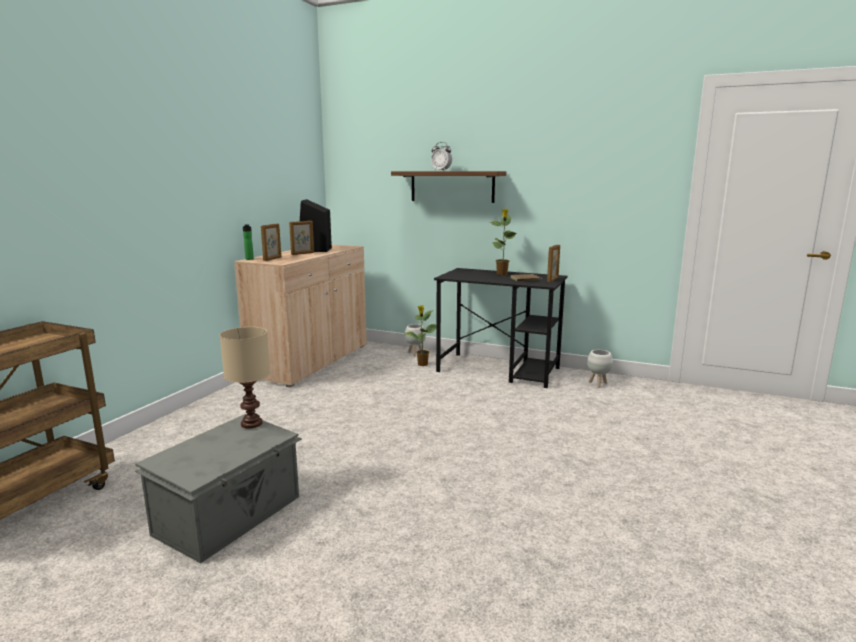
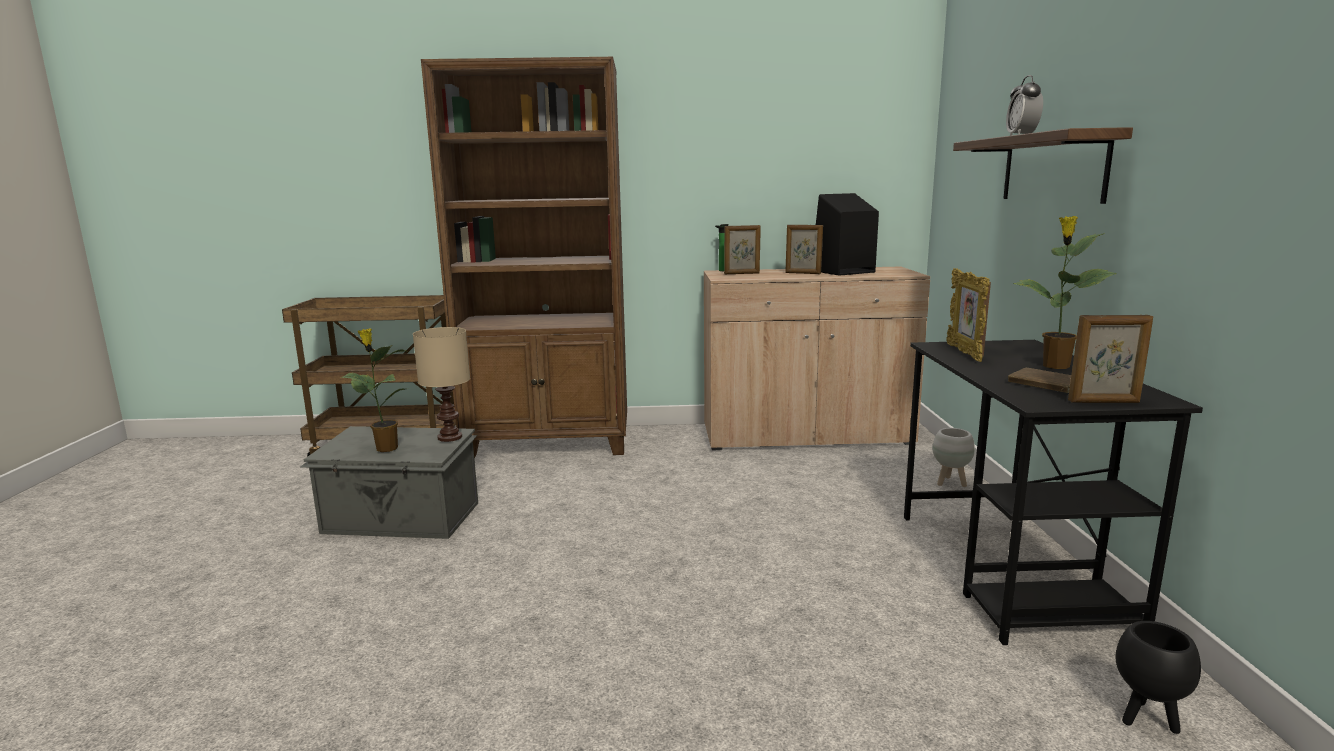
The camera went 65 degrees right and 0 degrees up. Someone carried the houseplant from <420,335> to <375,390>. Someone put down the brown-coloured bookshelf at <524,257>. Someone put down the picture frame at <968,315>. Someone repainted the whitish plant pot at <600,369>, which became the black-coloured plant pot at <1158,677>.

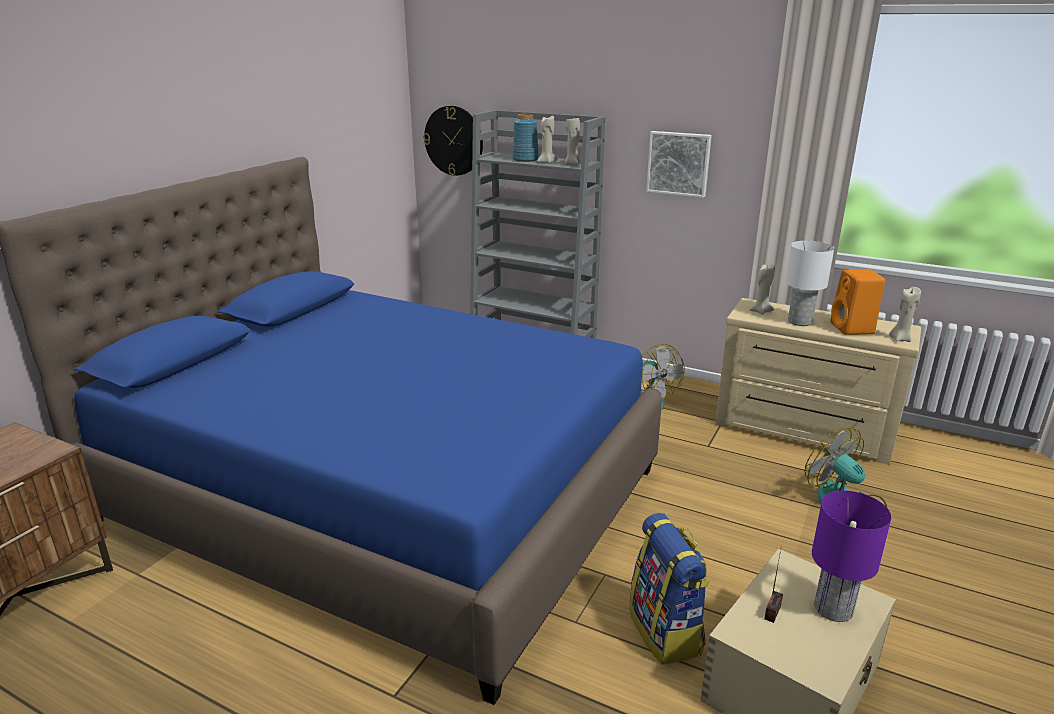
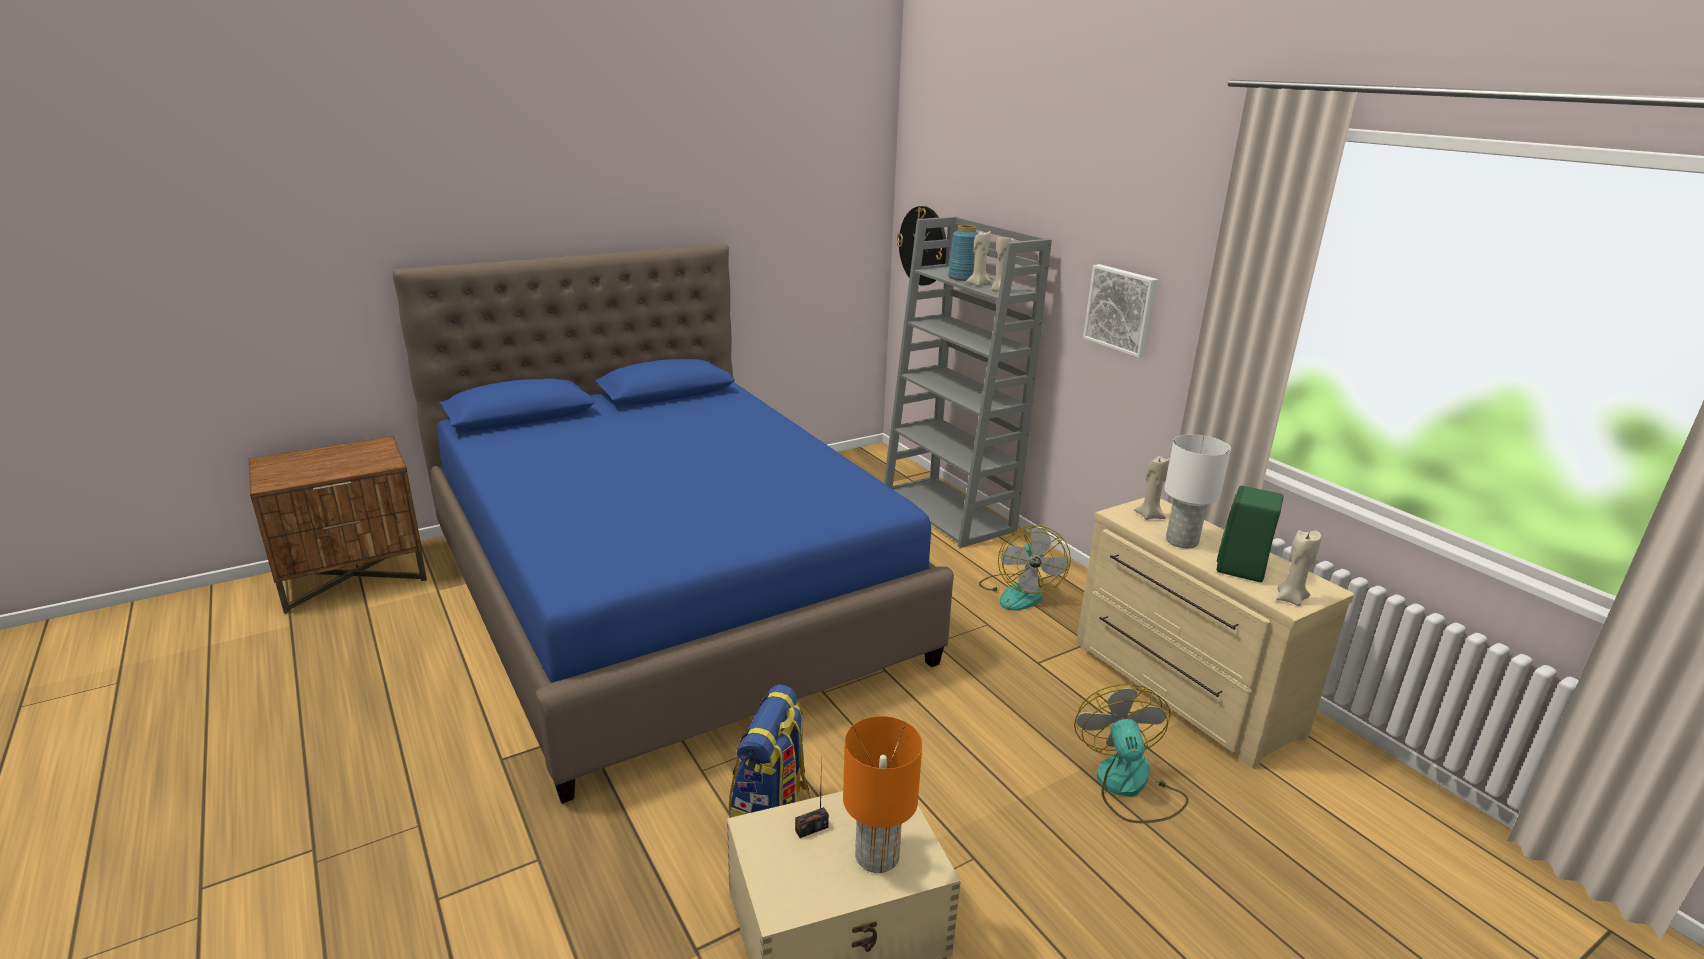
The camera went 30 degrees right and 0 degrees up. Someone repainted the purplish lamp for a table at <851,556>, which became the orangey lamp for a table at <882,794>. Someone repainted the orangey speaker at <857,302>, which became the green-coloured speaker at <1250,534>.

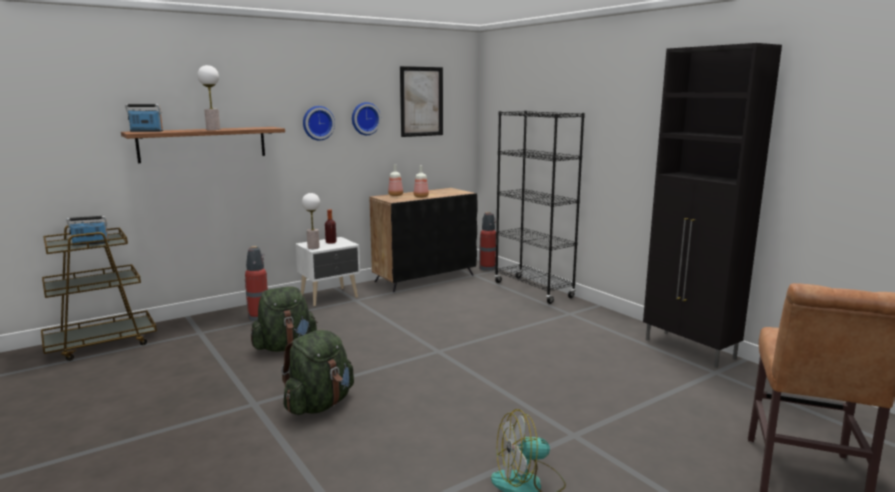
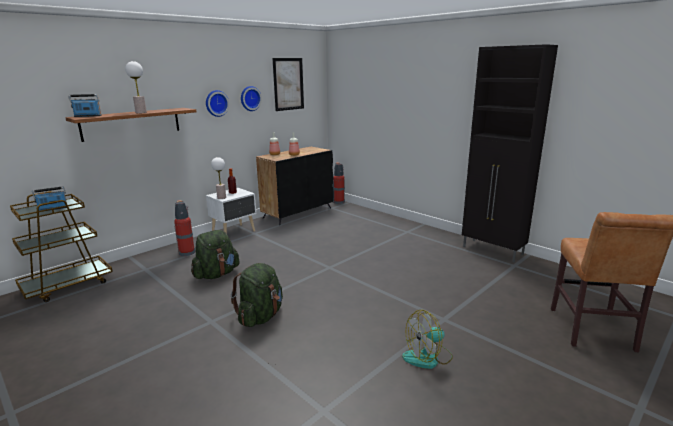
The camera went 10 degrees left and 5 degrees up. Someone took away the black-coloured bookshelf at <540,207>.

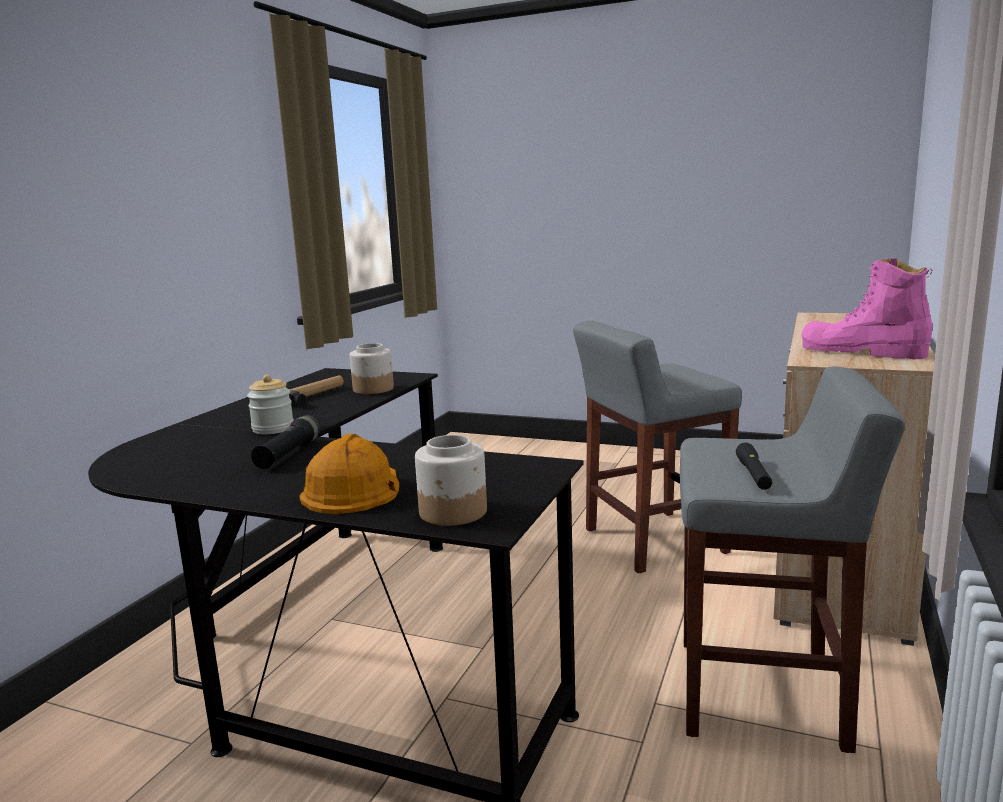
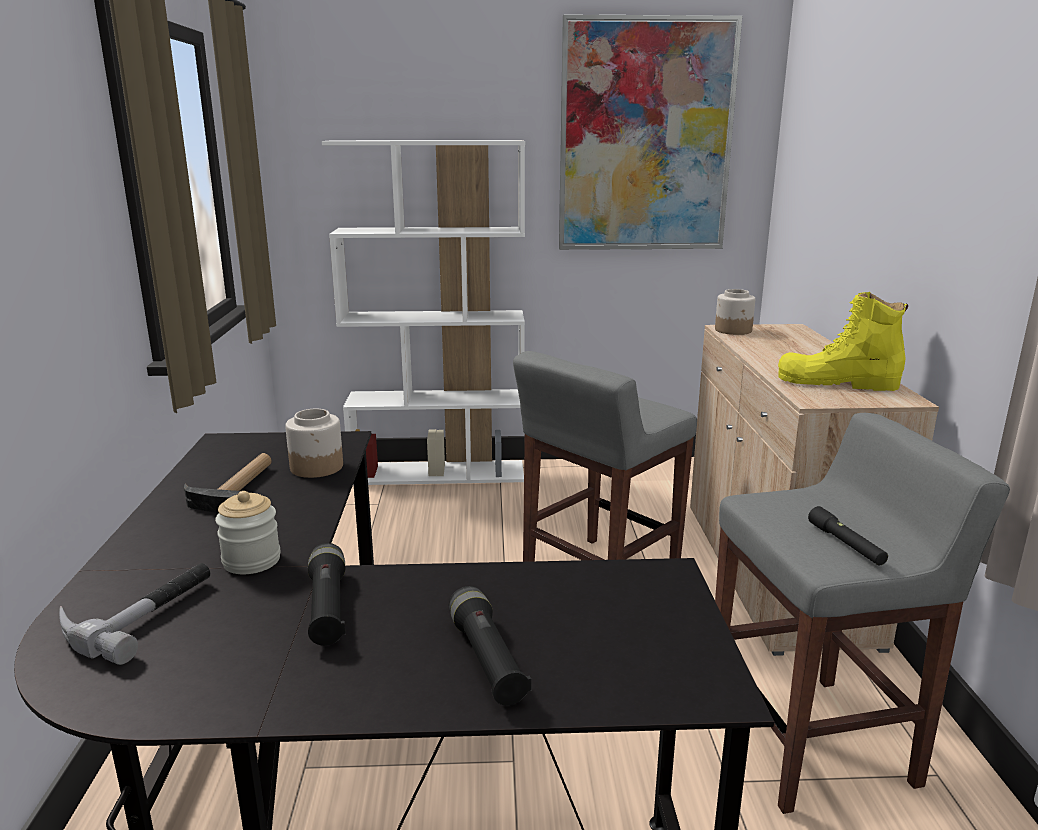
The camera went 25 degrees left and 5 degrees up. Someone put down the hammer at <134,614>. Someone put down the whitish bookshelf at <423,312>. Someone swapped the orangey hard hat at <349,474> for the black-coloured hand torch at <490,645>. Someone put up the picture at <650,132>. Someone carried the jar from <451,480> to <735,312>. Someone repainted the pink tall boot at <867,308>, which became the yellow tall boot at <843,341>.

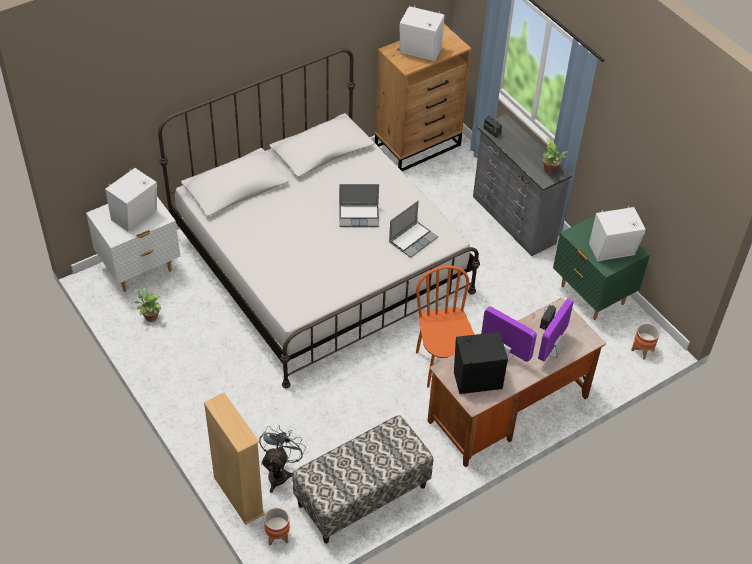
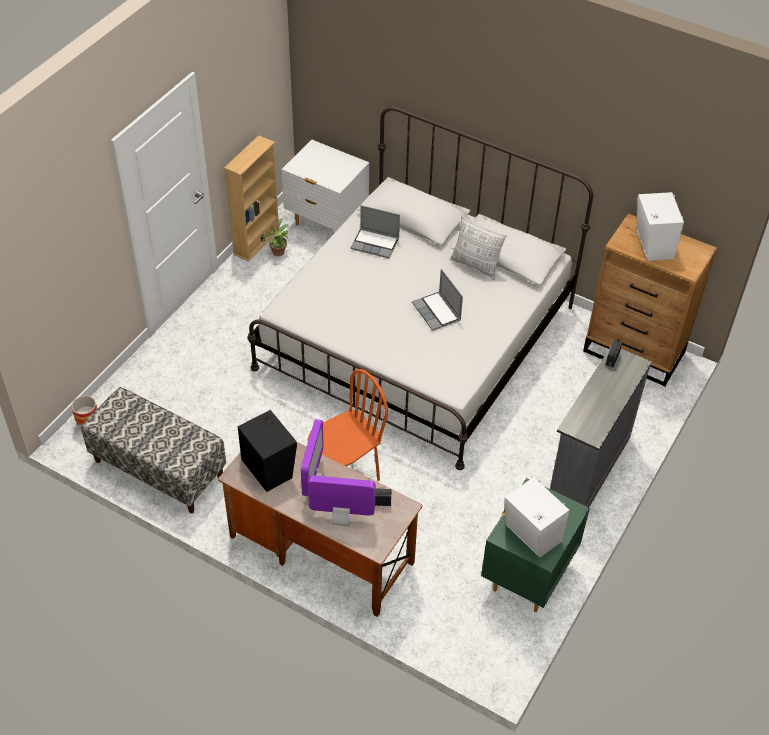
The camera went 65 degrees right and 0 degrees up. Someone carried the beige bookshelf from <234,459> to <251,198>. Someone carried the notebook computer from <413,229> to <375,231>. Someone put down the pillow at <478,247>. Someone took away the whitish speaker at <131,199>. Someone took away the gray electric fan at <282,459>. Someone took away the houseplant at <555,156>. Someone took away the plant pot at <645,341>.

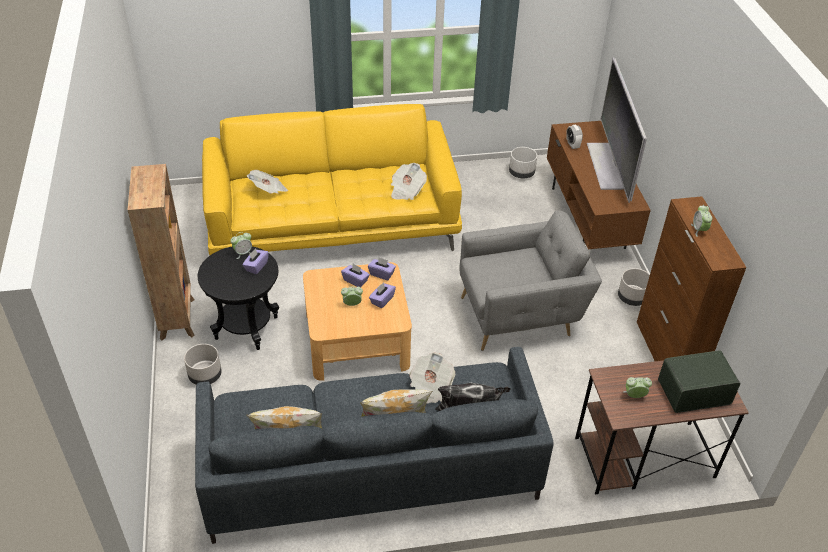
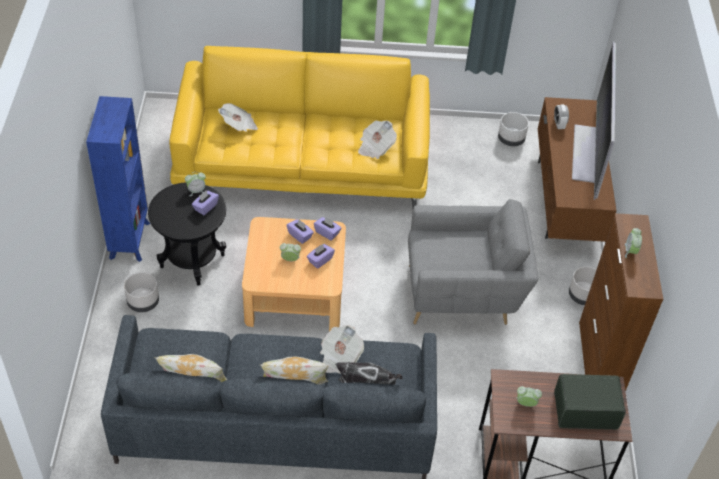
The camera went 10 degrees right and 5 degrees up. Someone repainted the brown-coloured bookshelf at <161,252>, which became the blue bookshelf at <118,179>.

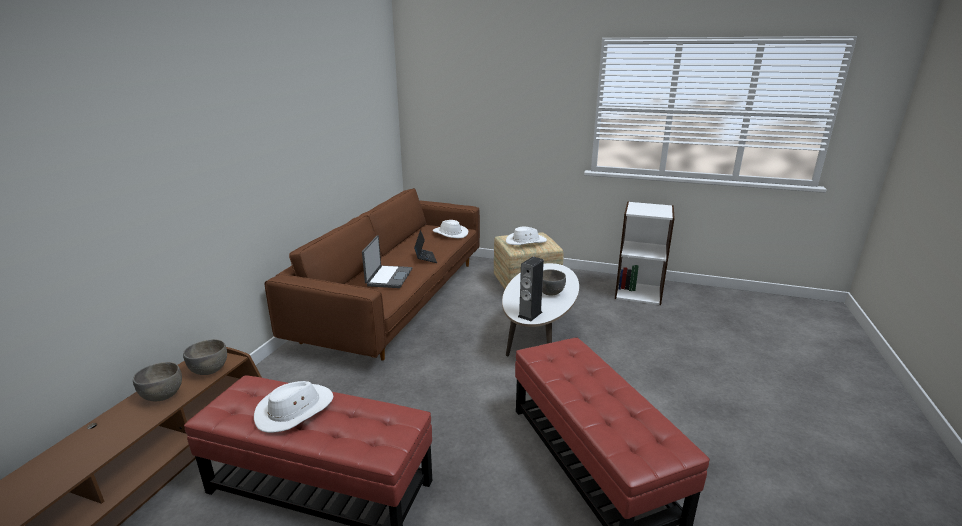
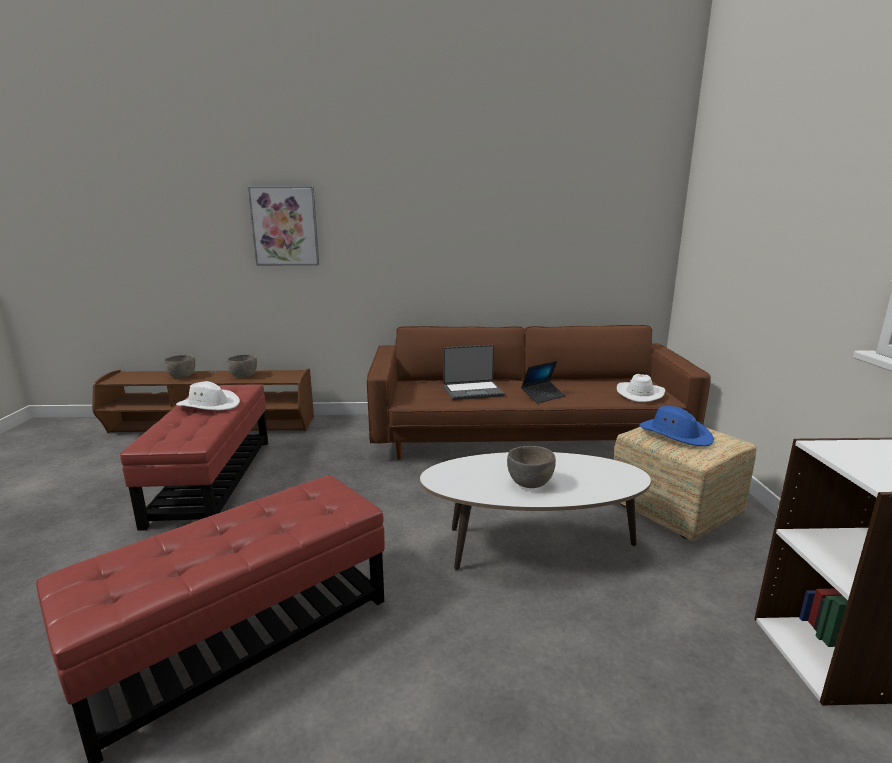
The camera went 70 degrees right and 5 degrees down. Someone carried the gray serving bowl from <205,357> to <179,366>. Someone put up the picture at <283,226>. Someone repainted the whitish clothing hat at <526,236>, which became the blue clothing hat at <677,426>. Someone took away the speaker at <531,289>.

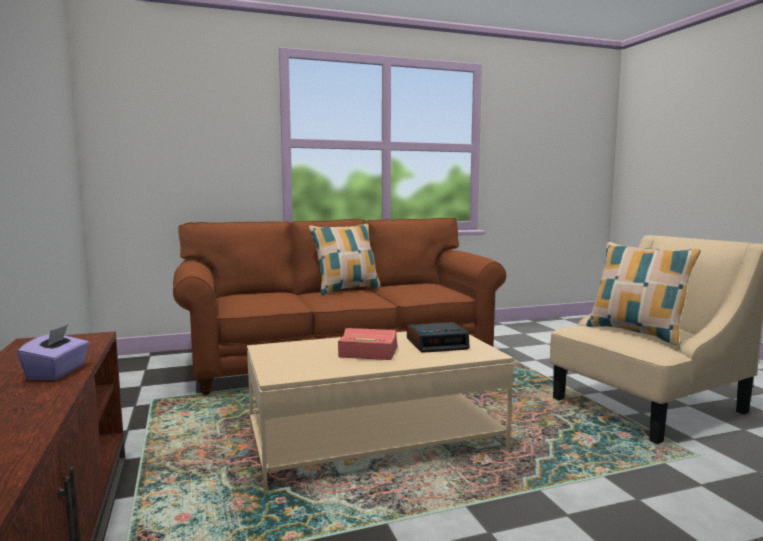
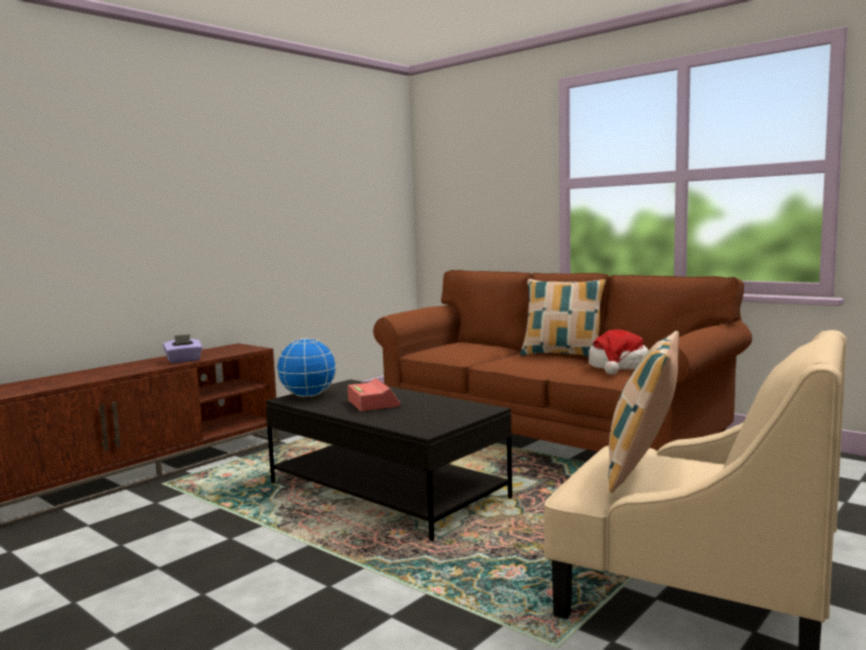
The camera went 60 degrees right and 0 degrees up. Someone repainted the beige low table at <380,411>, which became the black-coloured low table at <388,460>. Someone put down the globe at <306,367>. Someone put down the clothing hat at <619,352>. Someone took away the table clock at <438,337>.

